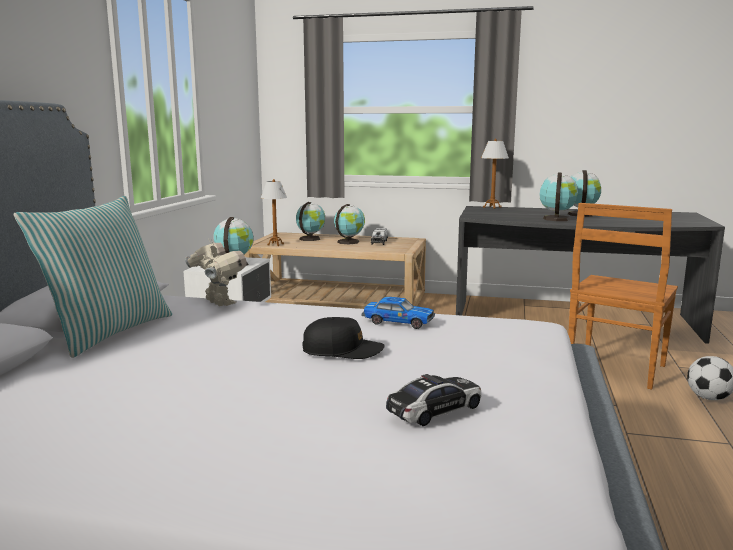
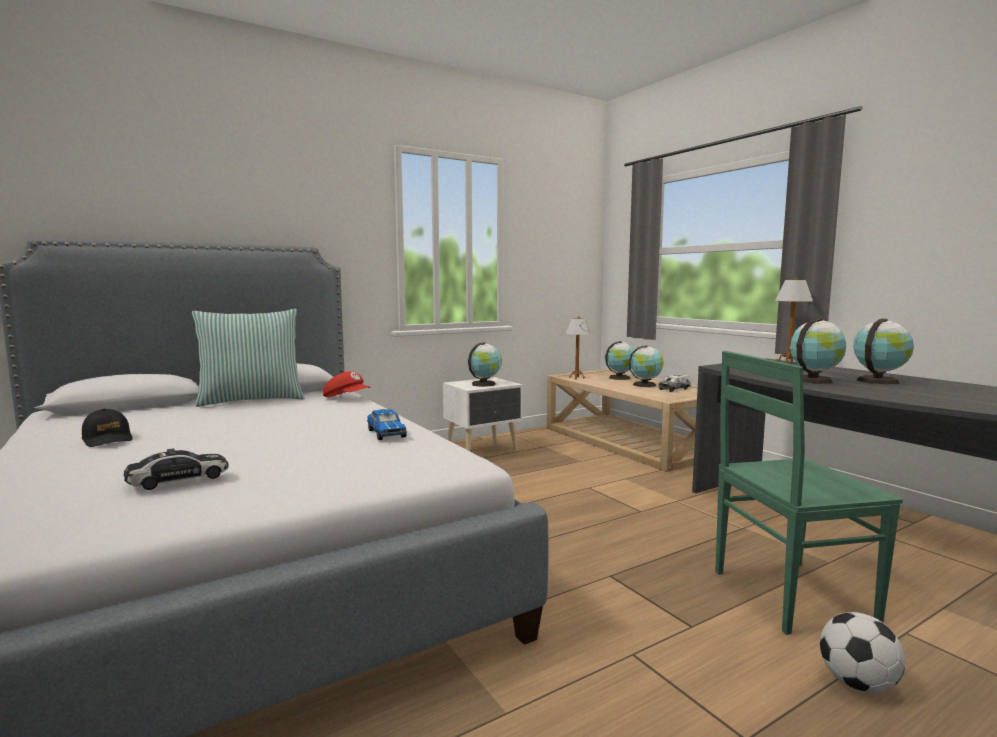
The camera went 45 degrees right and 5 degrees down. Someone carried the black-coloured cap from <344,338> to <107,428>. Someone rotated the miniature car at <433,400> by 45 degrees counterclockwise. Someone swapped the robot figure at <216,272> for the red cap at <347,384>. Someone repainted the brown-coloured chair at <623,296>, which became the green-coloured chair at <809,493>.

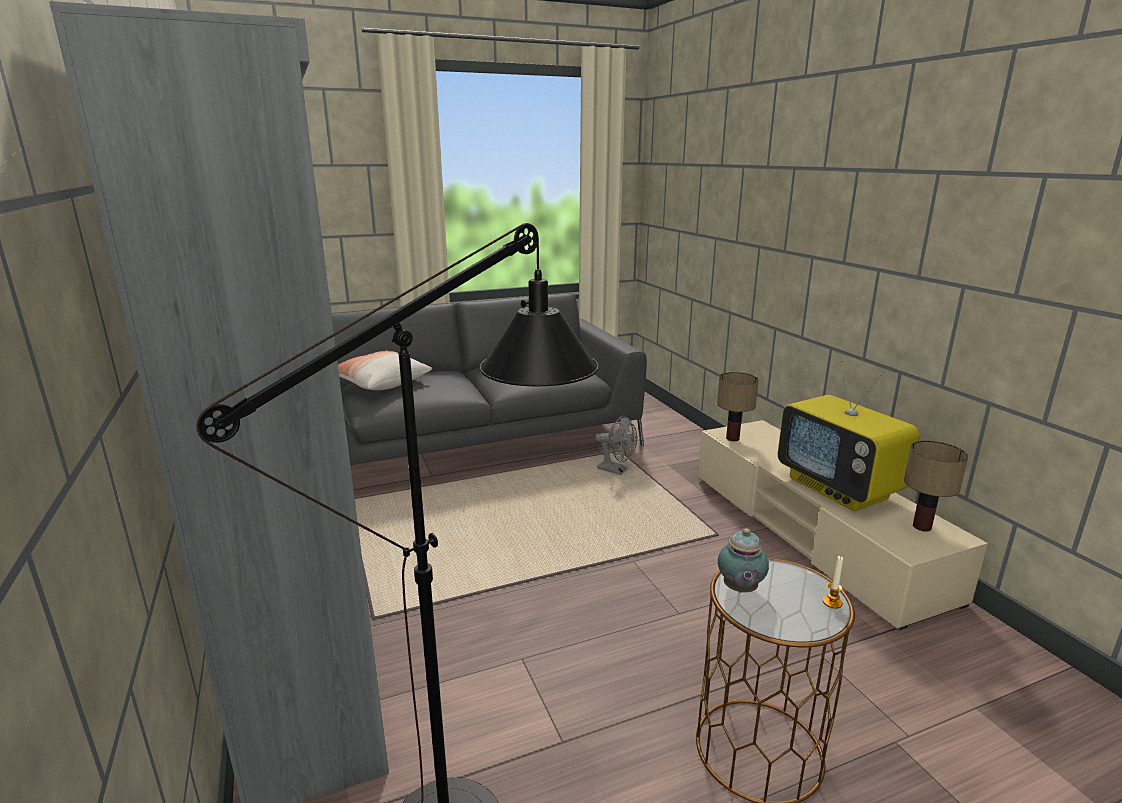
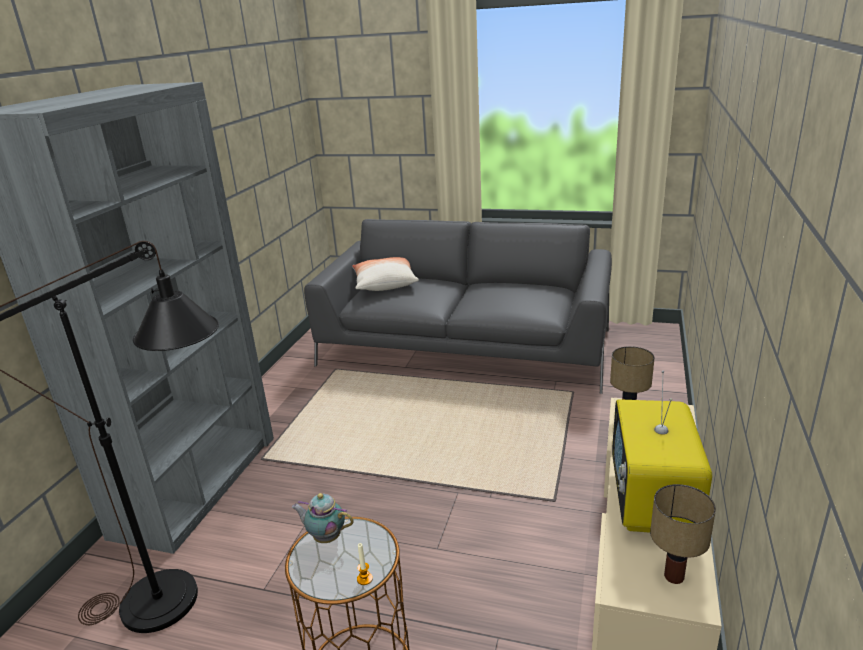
The camera went 40 degrees right and 5 degrees up. Someone rotated the teapot at <743,560> by 60 degrees clockwise. Someone took away the gray electric fan at <616,445>.

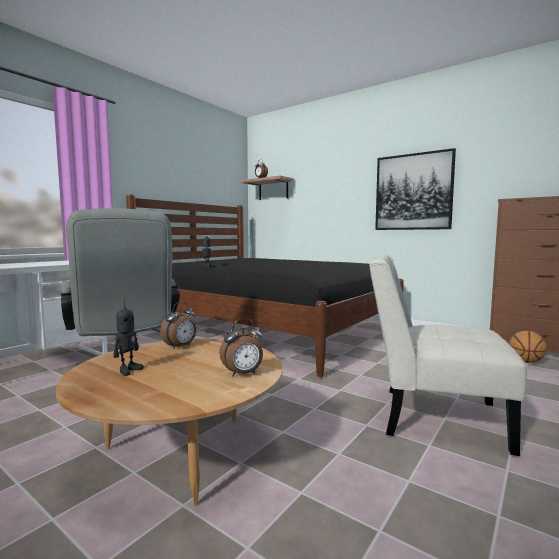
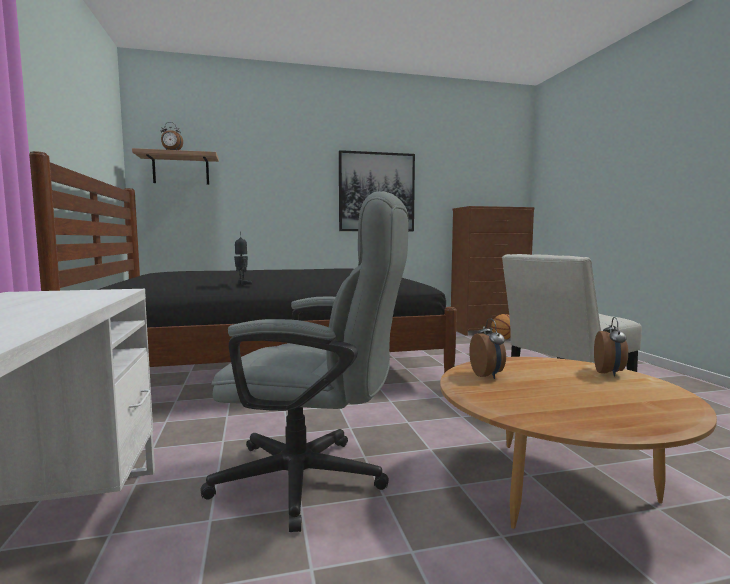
The camera went 50 degrees left and 0 degrees up. Someone took away the robot figure at <128,337>.

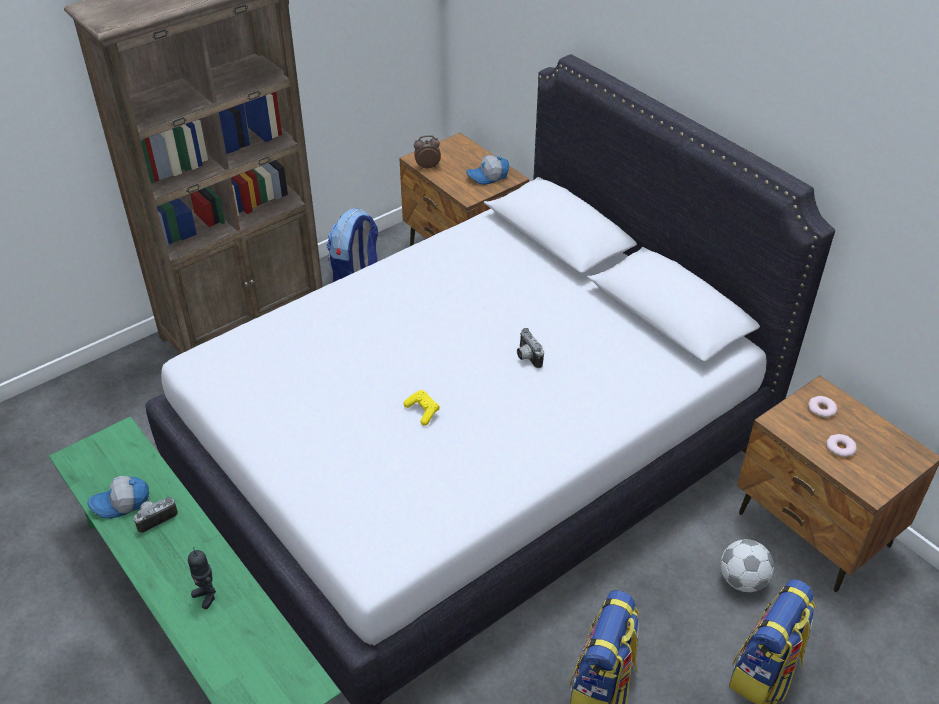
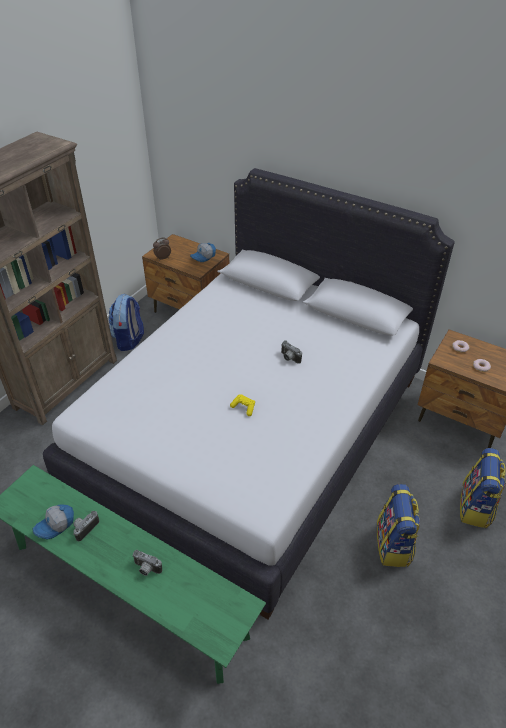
The camera went 20 degrees left and 0 degrees up. Someone swapped the robot figure at <202,578> for the photo camera at <147,563>. Someone took away the football ball at <747,565>.

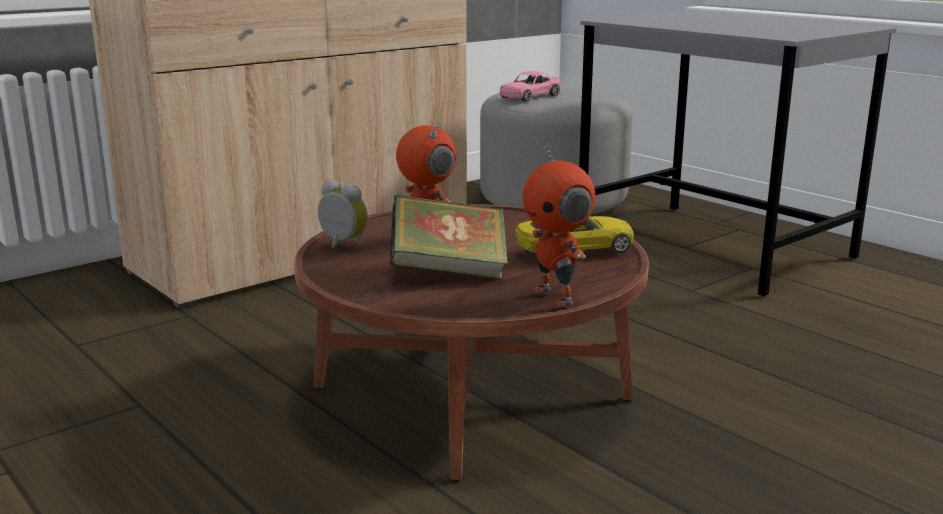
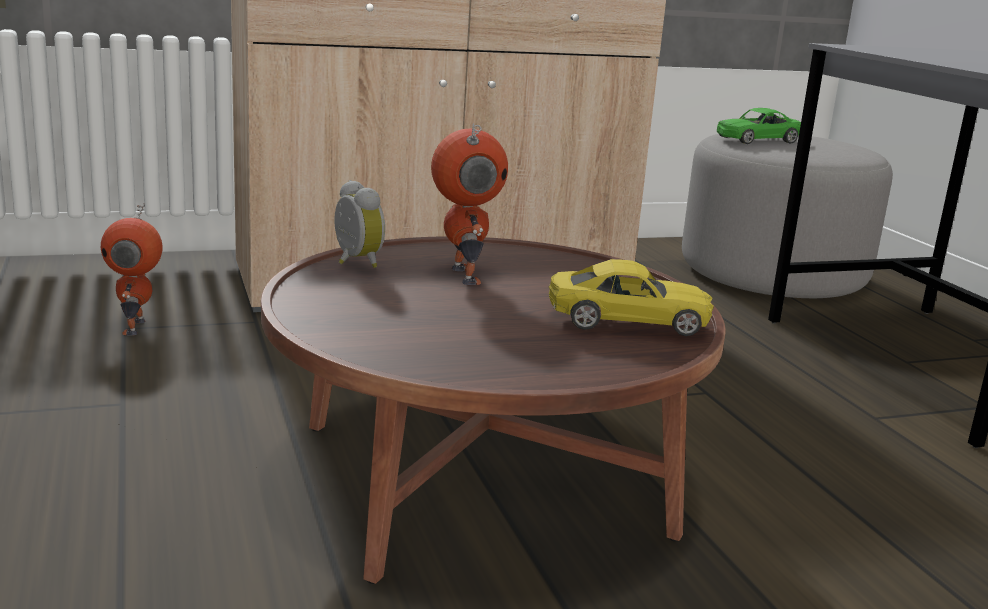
The camera went 20 degrees right and 0 degrees up. Someone carried the robot figure from <559,224> to <132,269>. Someone repainted the pink miniature car at <530,86>, which became the green-coloured miniature car at <759,126>. Someone took away the book at <449,237>.

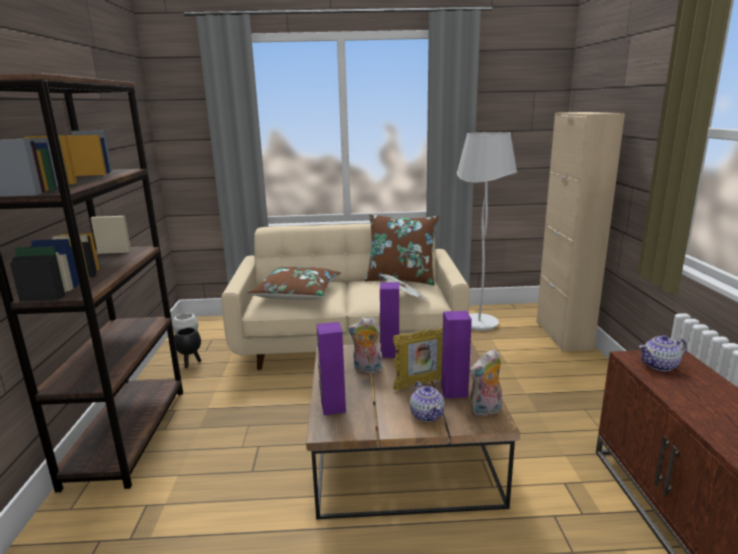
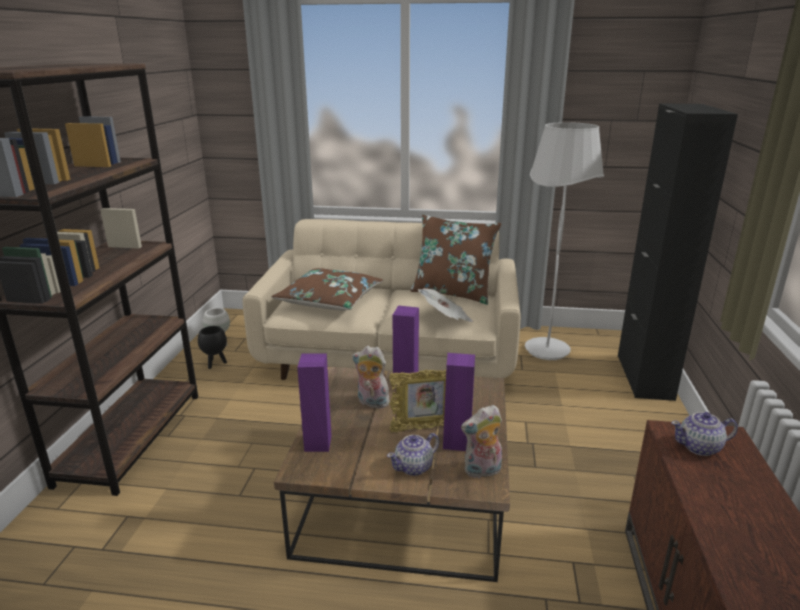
The camera went 10 degrees right and 5 degrees up. Someone rotated the teapot at <427,401> by 60 degrees clockwise. Someone repainted the beige cabinet at <580,232>, which became the black-coloured cabinet at <678,252>.

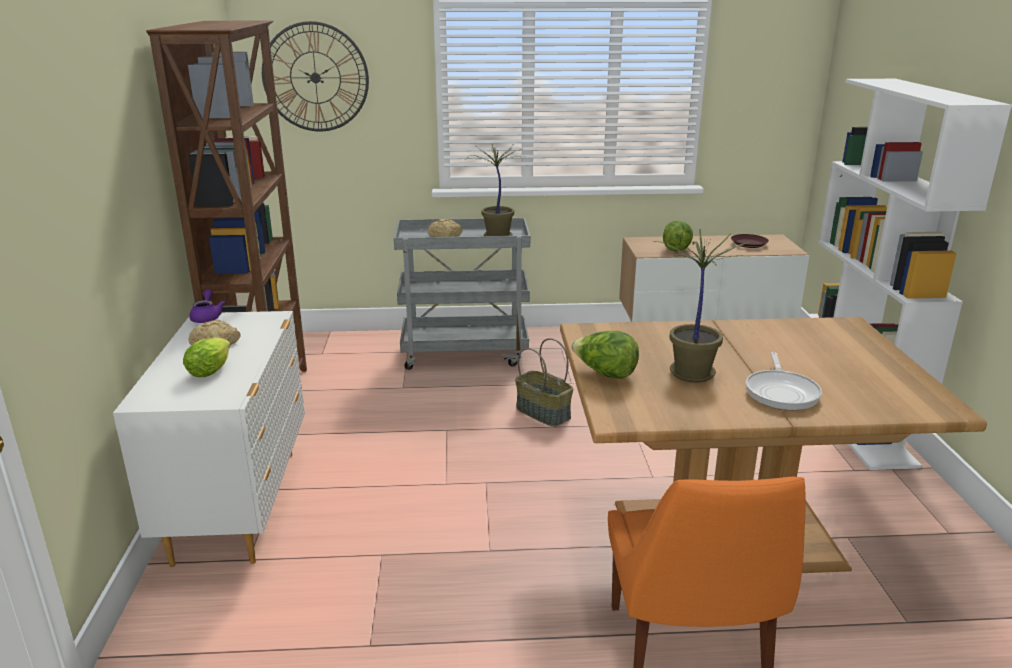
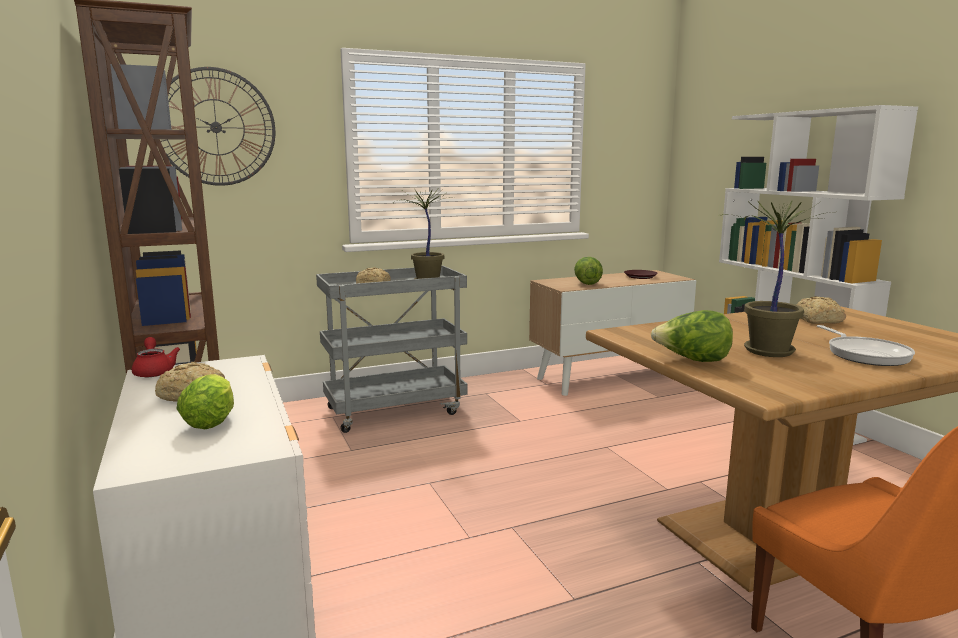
The camera went 20 degrees left and 10 degrees down. Someone repainted the purplish teapot at <207,306>, which became the red teapot at <156,357>. Someone put down the baked bread at <821,310>. Someone took away the household basket at <544,382>.

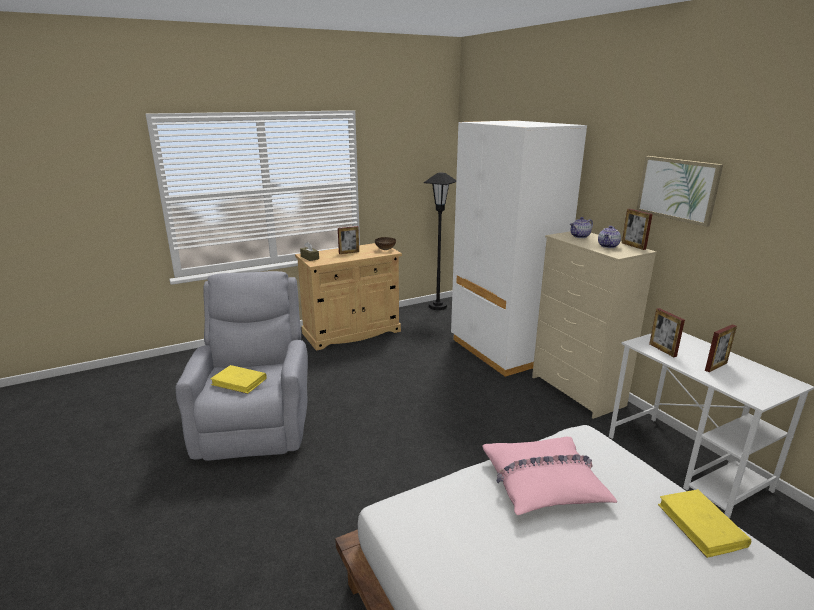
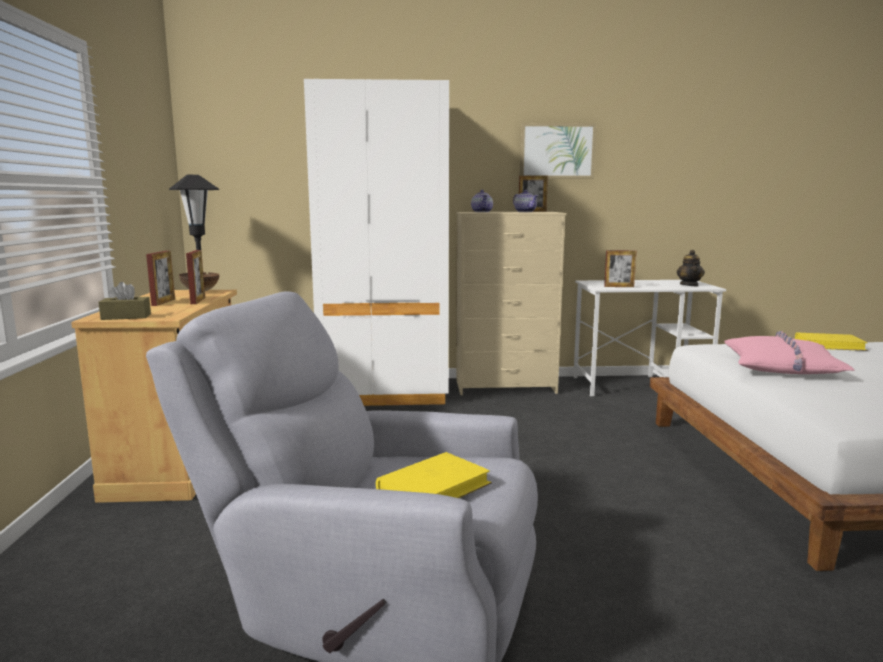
The camera went 65 degrees left and 10 degrees down. Someone carried the picture frame from <721,348> to <195,277>. Someone put down the teapot at <691,268>.

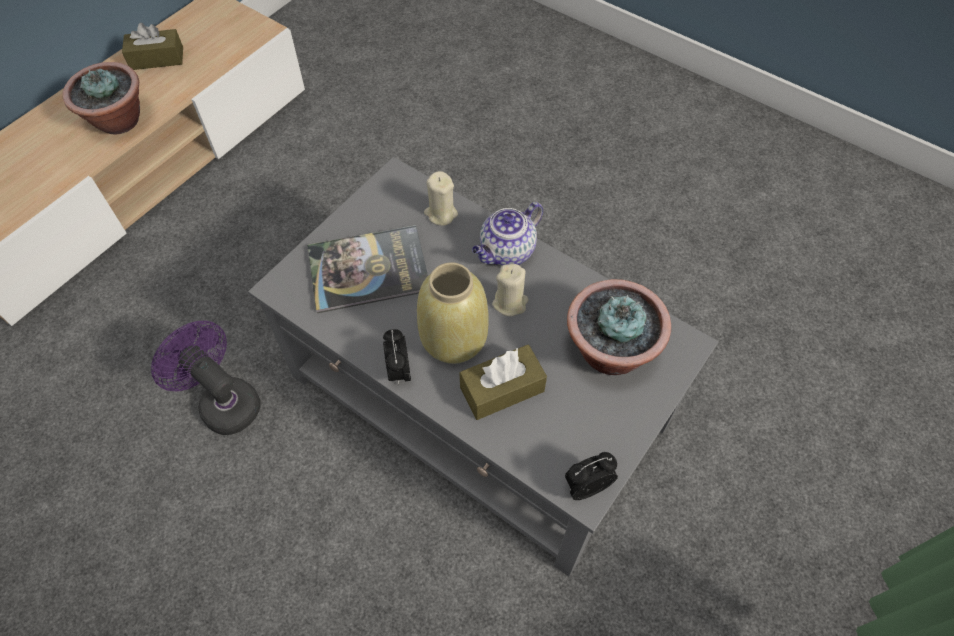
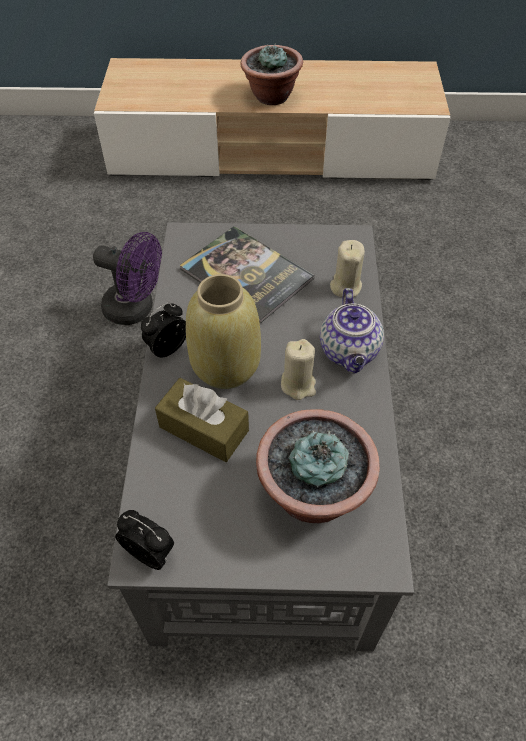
The camera went 55 degrees right and 5 degrees down. Someone rotated the purplish electric fan at <206,378> by 105 degrees clockwise. Someone rotated the teapot at <507,234> by 105 degrees counterclockwise. Someone took away the brown-coloured tissue box at <152,46>.

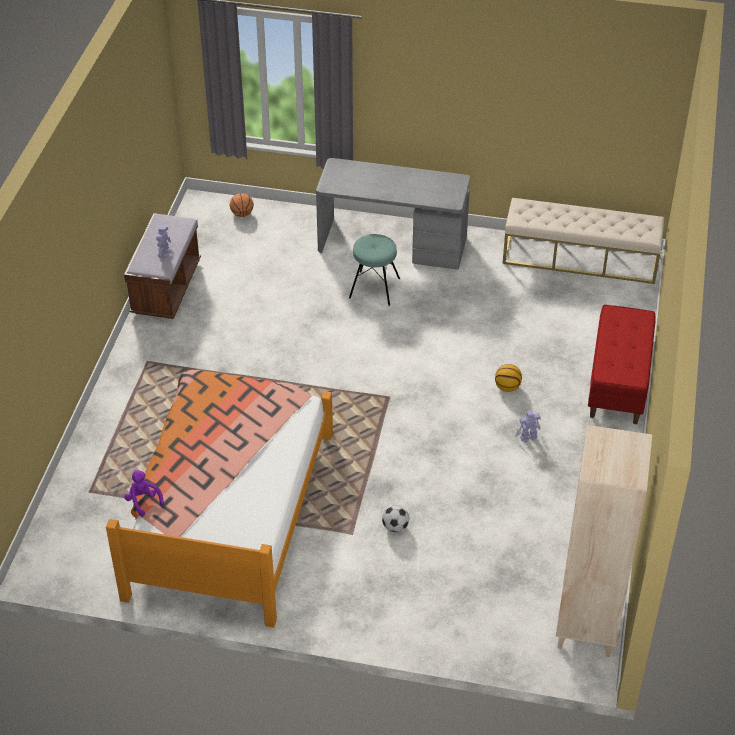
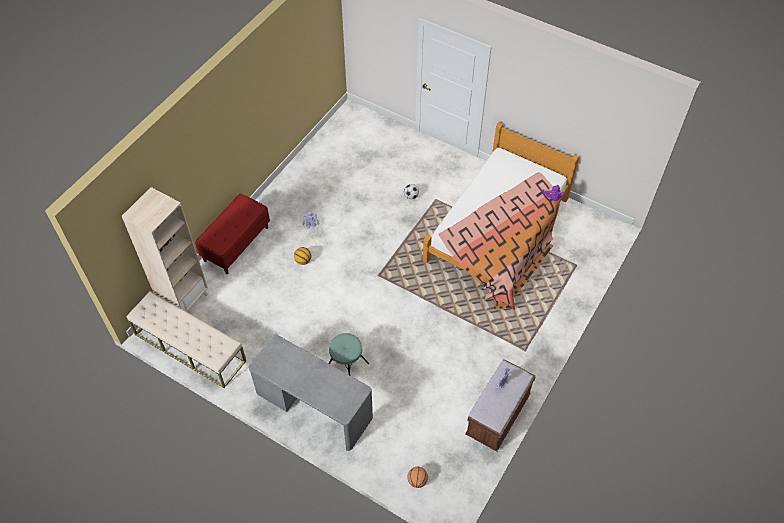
The camera went 160 degrees left and 10 degrees up. Someone carried the beige bookshelf from <604,541> to <165,249>.

